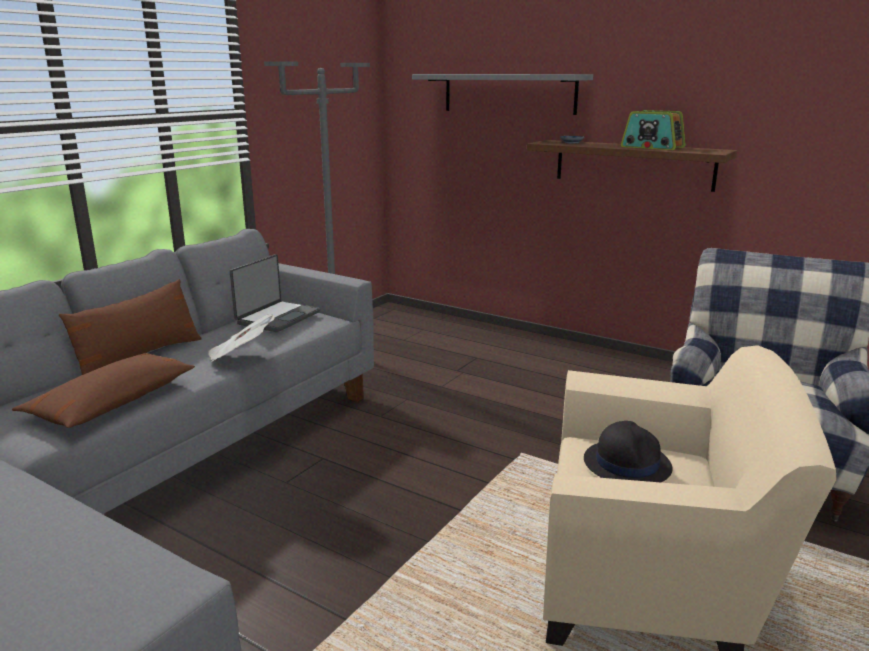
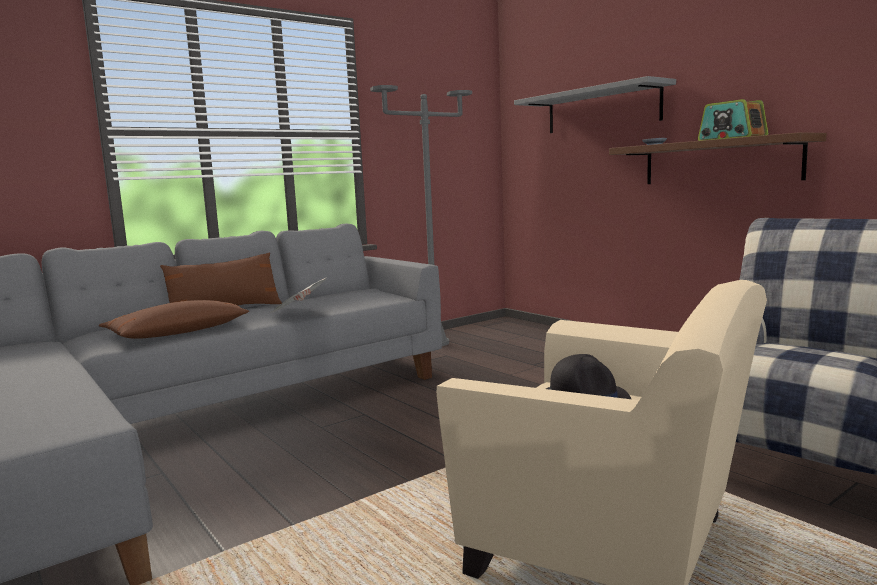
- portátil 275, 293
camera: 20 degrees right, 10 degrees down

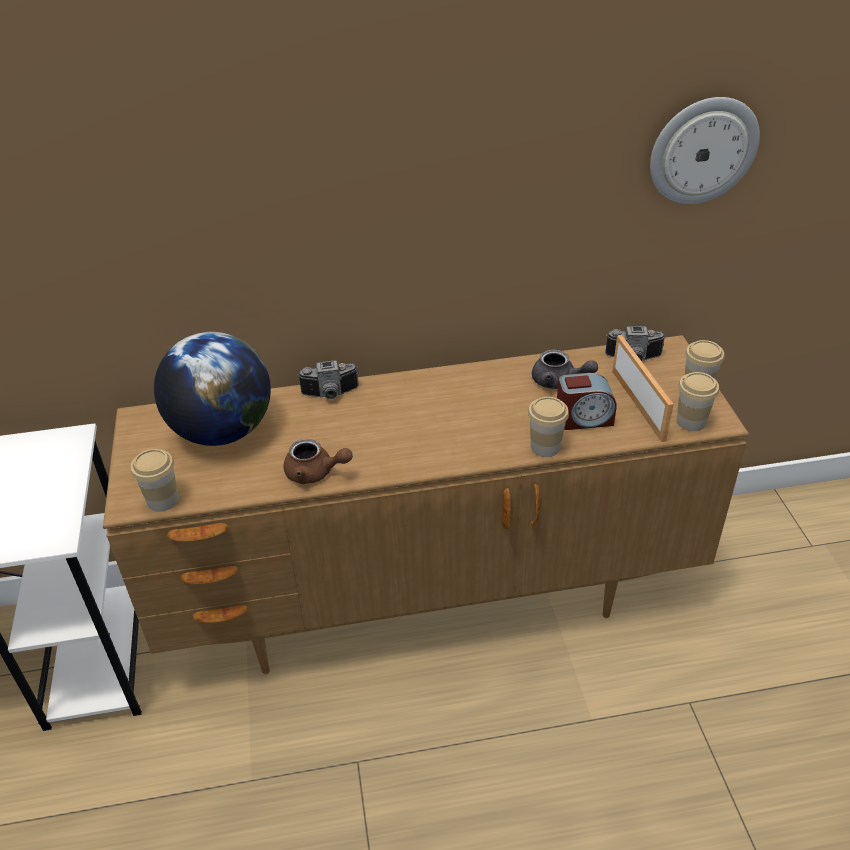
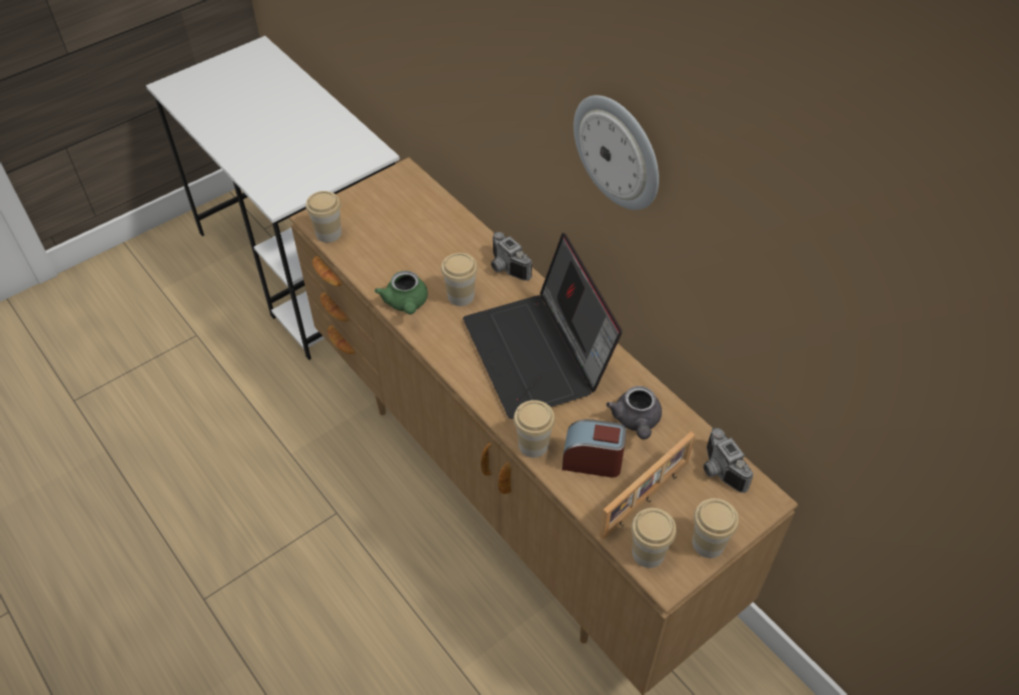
- globo terráqueo 212, 389
+ taza 459, 279
+ portátil 542, 326
~ reloj de pared 705, 150 to 616, 152
~ tetera/marrón 318, 461 to tetera/verde 401, 292
~ despertador 587, 401 = 594, 448 135 degrees clockwise
camera: 60 degrees right, 10 degrees up

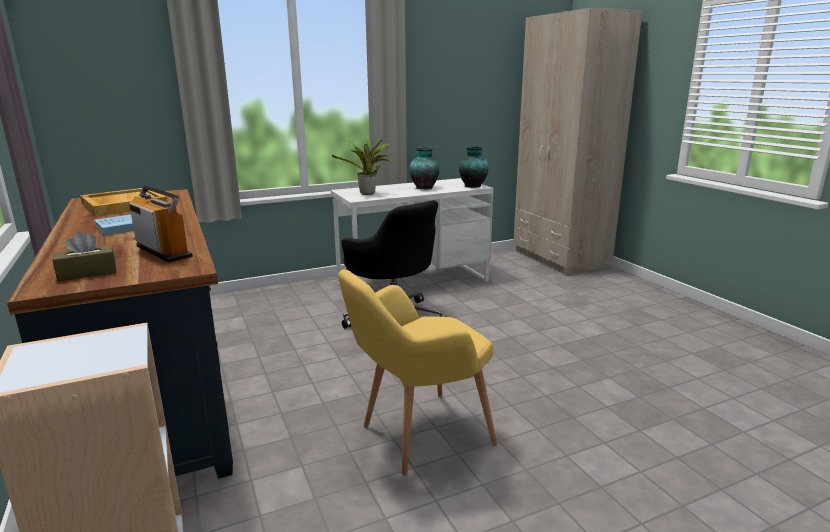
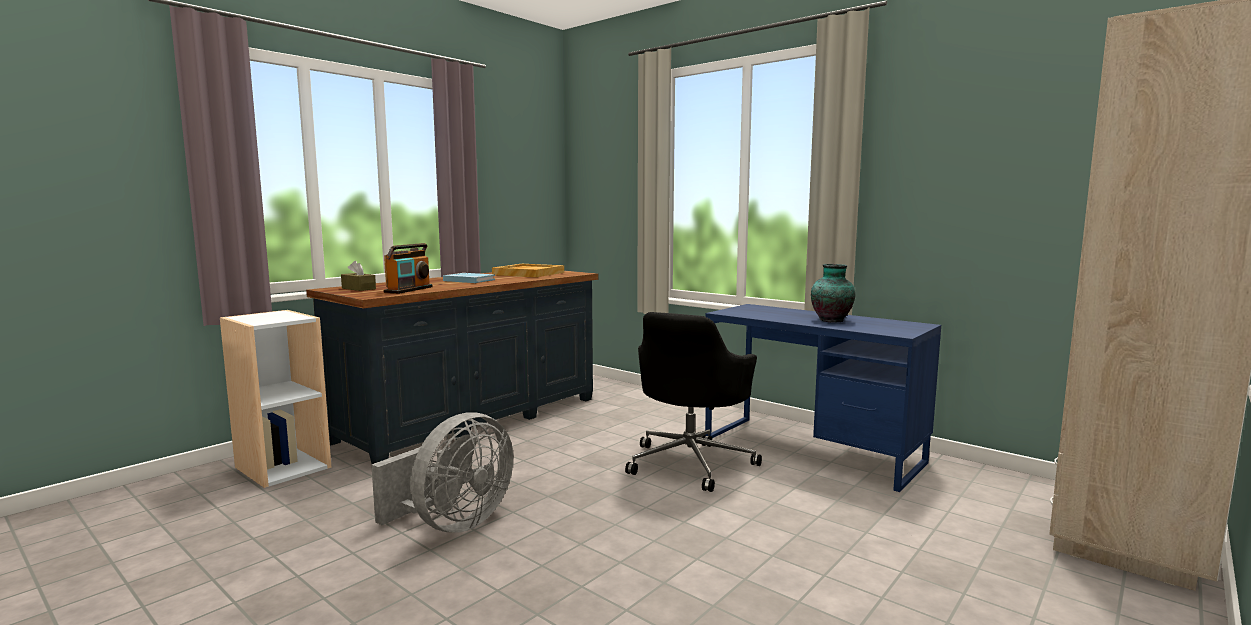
- planta en maceta 362, 167
- florero 474, 167
~ sillón/amarillo 417, 372 to ventilador/gris 442, 472
~ escritorio/blanco 412, 232 to escritorio/azul 823, 398
camera: 65 degrees right, 10 degrees down

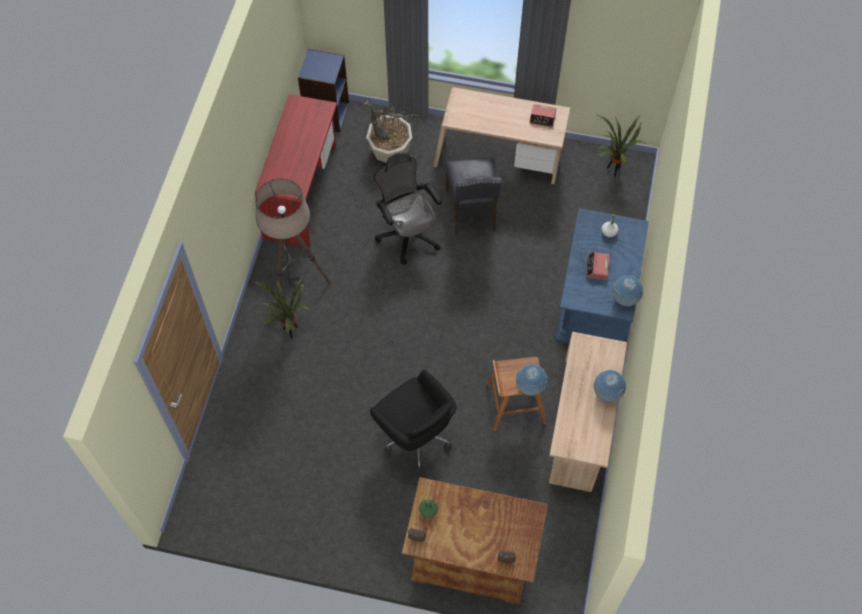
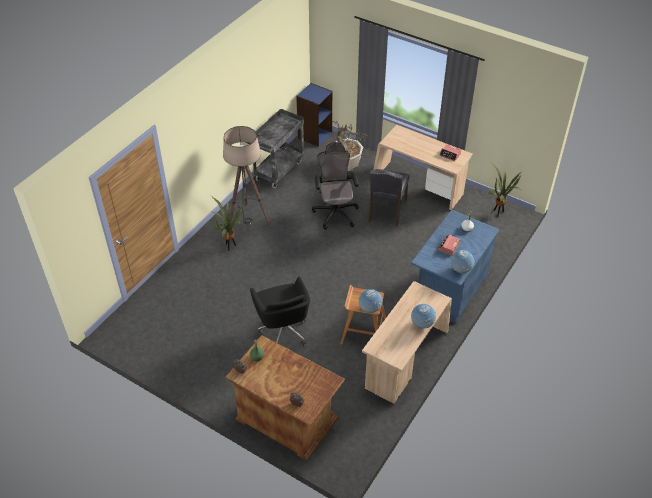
~ escritorio/rojo 296, 171 to carrito/gris 275, 148
camera: 20 degrees right, 15 degrees down

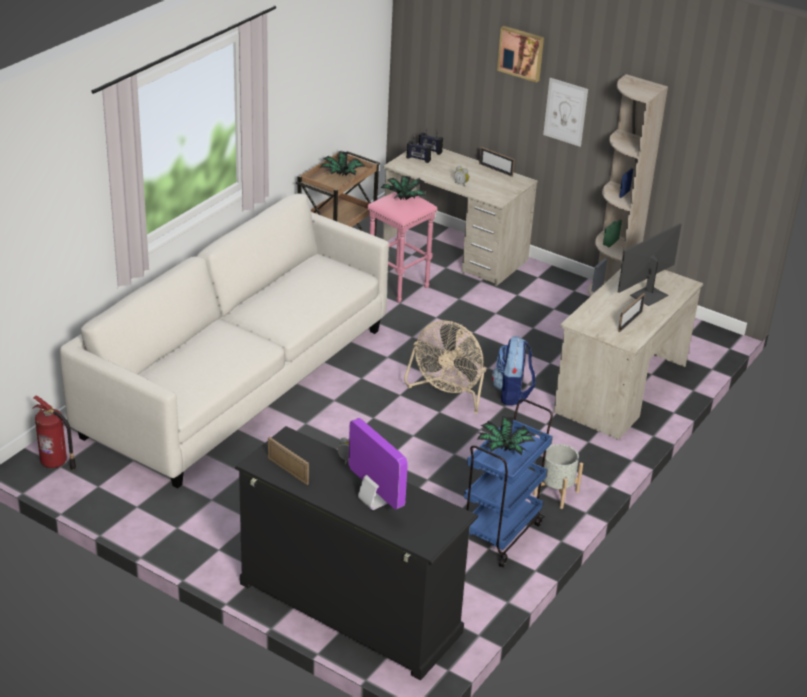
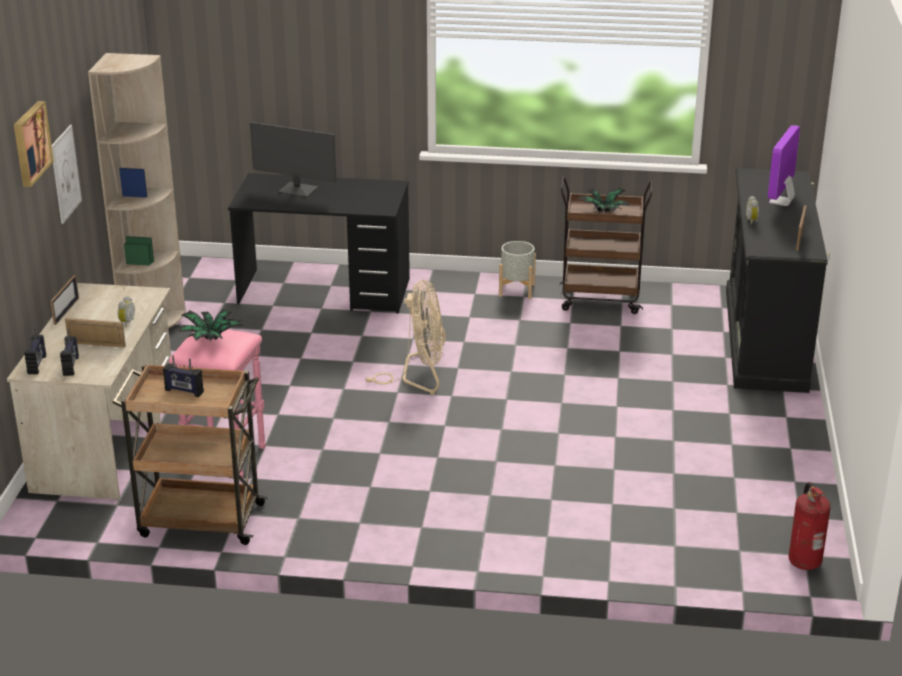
- sofá/blanco 224, 341
- mochila 513, 370
~ portarretratos 631, 312 to 95, 333
~ planta en maceta 343, 164 to radio 183, 376
~ carrito/azul 508, 483 to carrito/marrón 606, 245
~ escritorio/beis 628, 354 to escritorio/negro 319, 243
camera: 115 degrees left, 5 degrees down

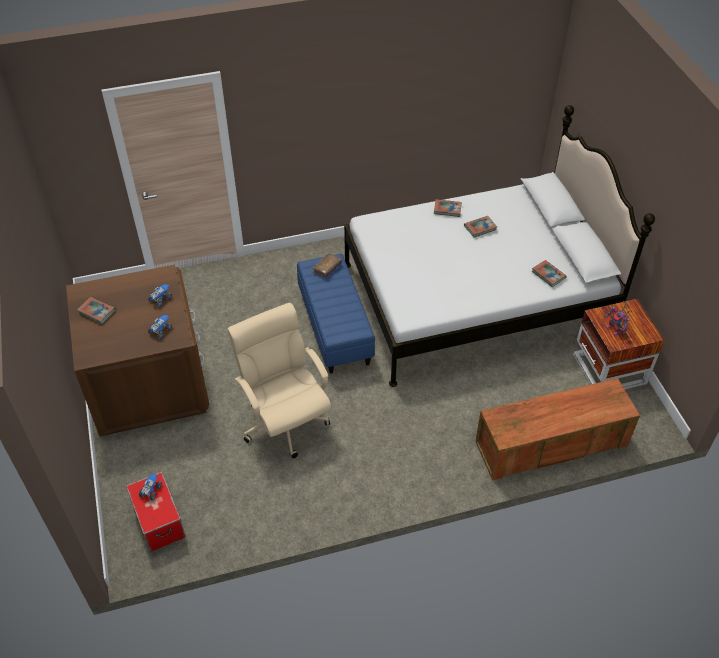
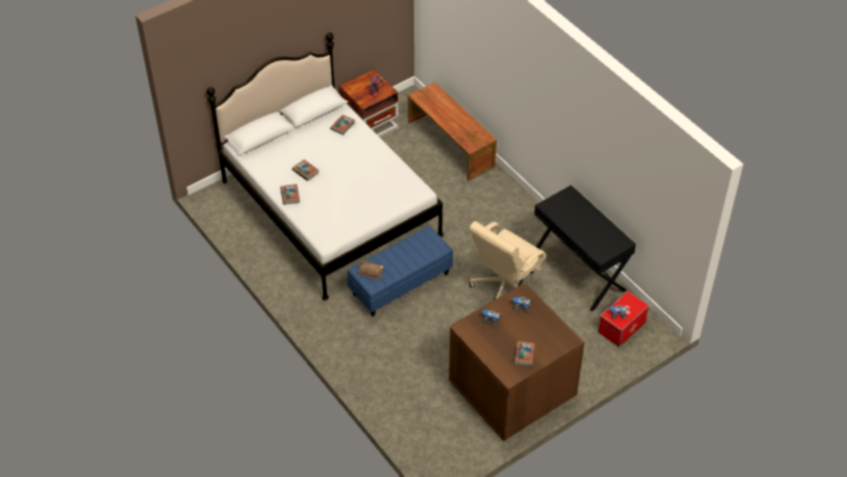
+ escritorio/negro 585, 248
camera: 110 degrees left, 0 degrees up

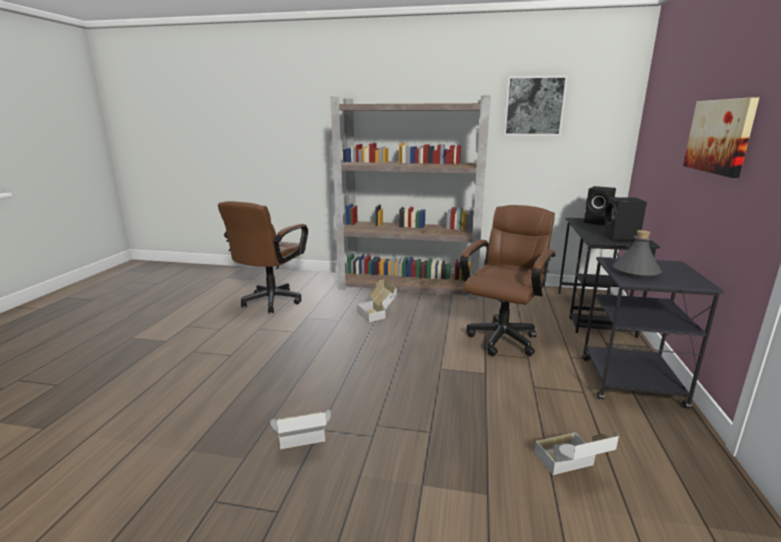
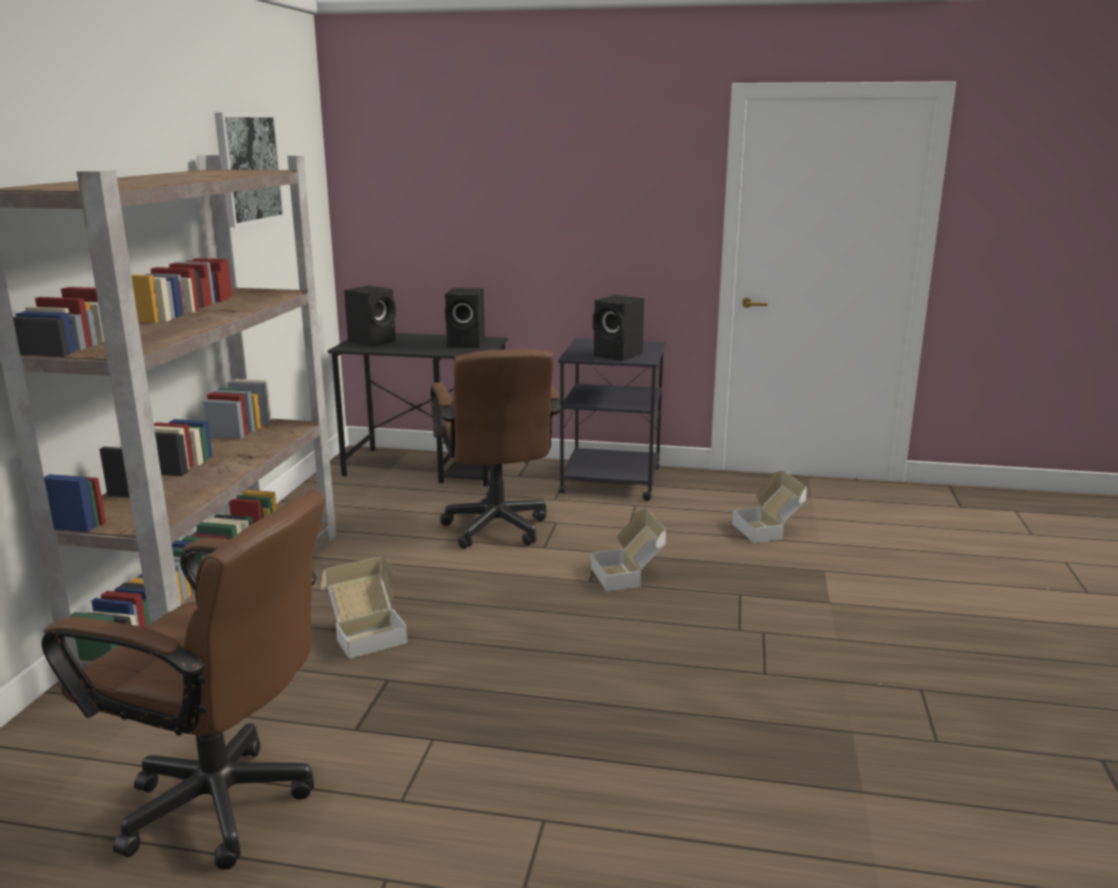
- cuadro 721, 137
~ caja de cartón 300, 429 to 628, 550
~ botella/gris 637, 254 to altavoz/negro 618, 328
~ silla de oficina/marrón 508, 280 = 496, 448 135 degrees counterclockwise
camera: 90 degrees left, 0 degrees up

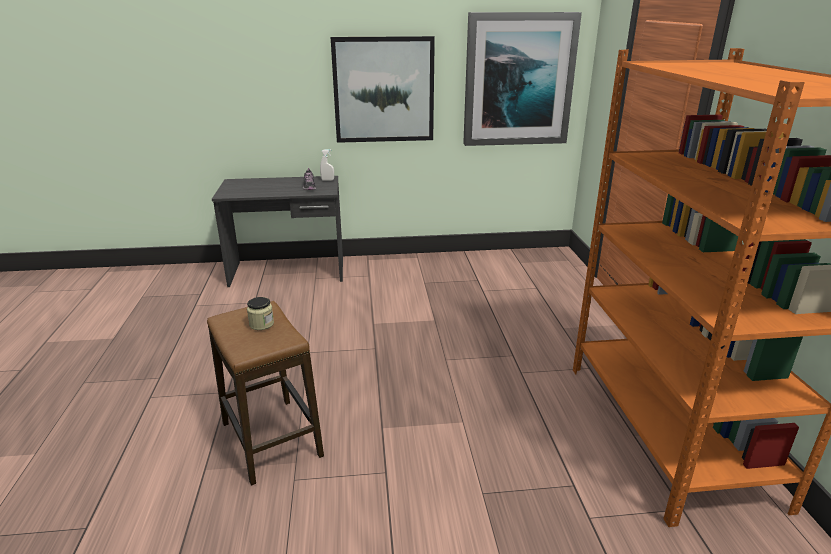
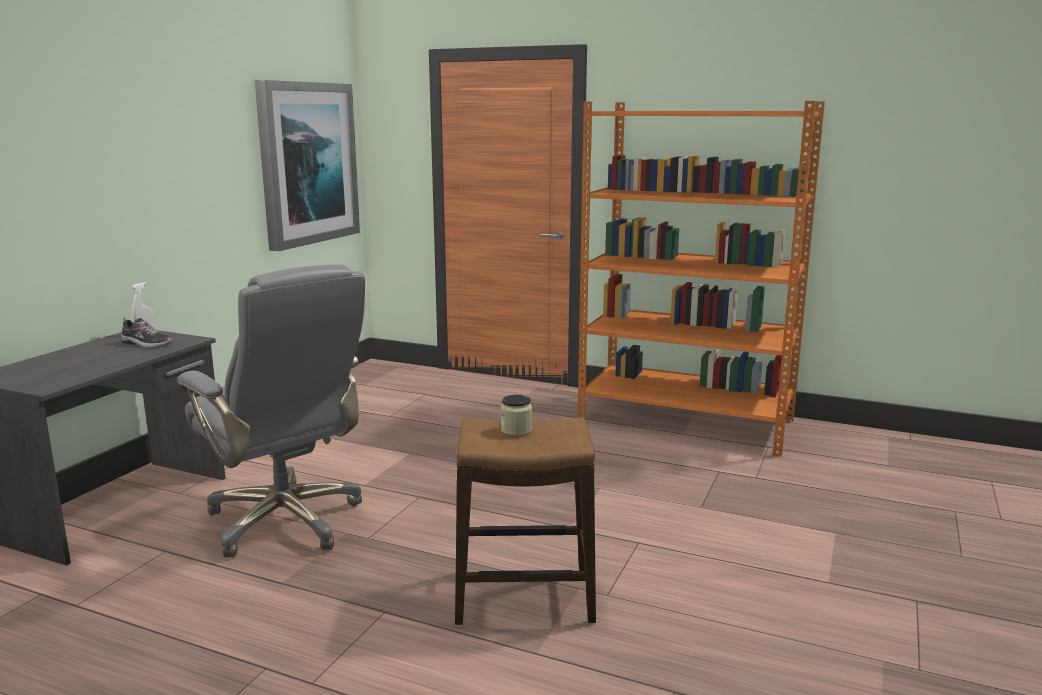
- cuadro 383, 89
+ silla de oficina/gris 271, 411
camera: 60 degrees left, 10 degrees down

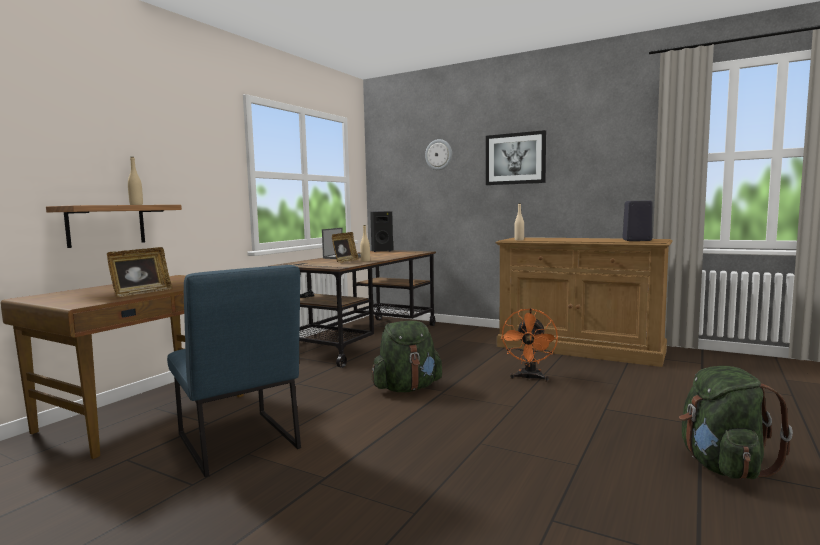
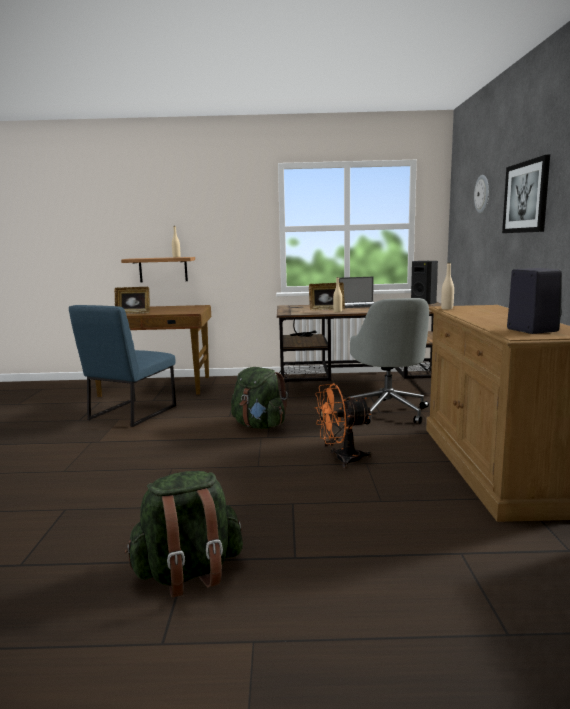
+ silla de oficina/gris 389, 361
camera: 60 degrees right, 5 degrees up

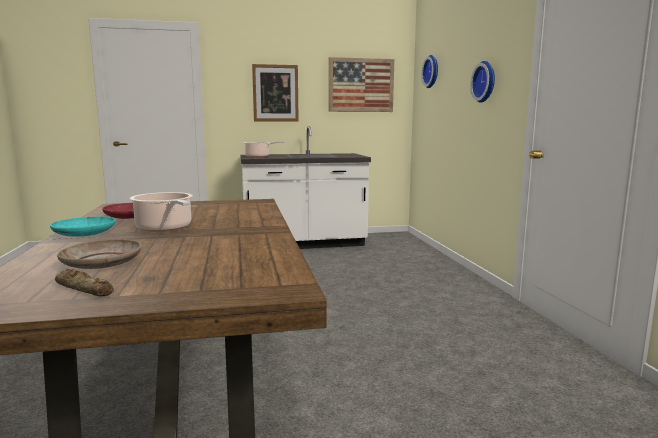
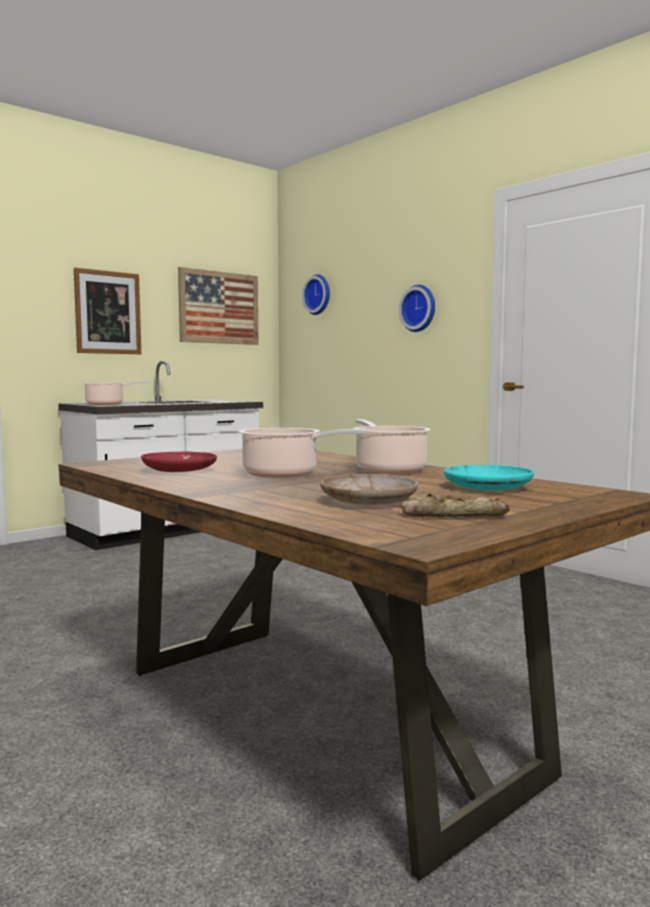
+ olla 392, 446
~ plato/turquesa 83, 226 to 489, 478
camera: 30 degrees left, 5 degrees down

